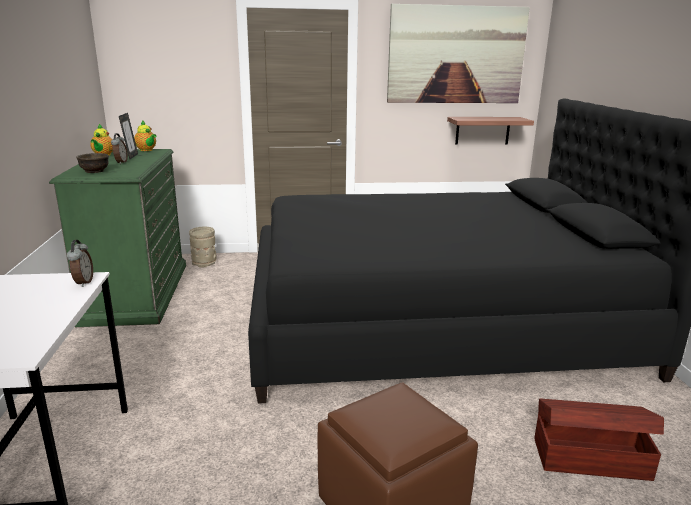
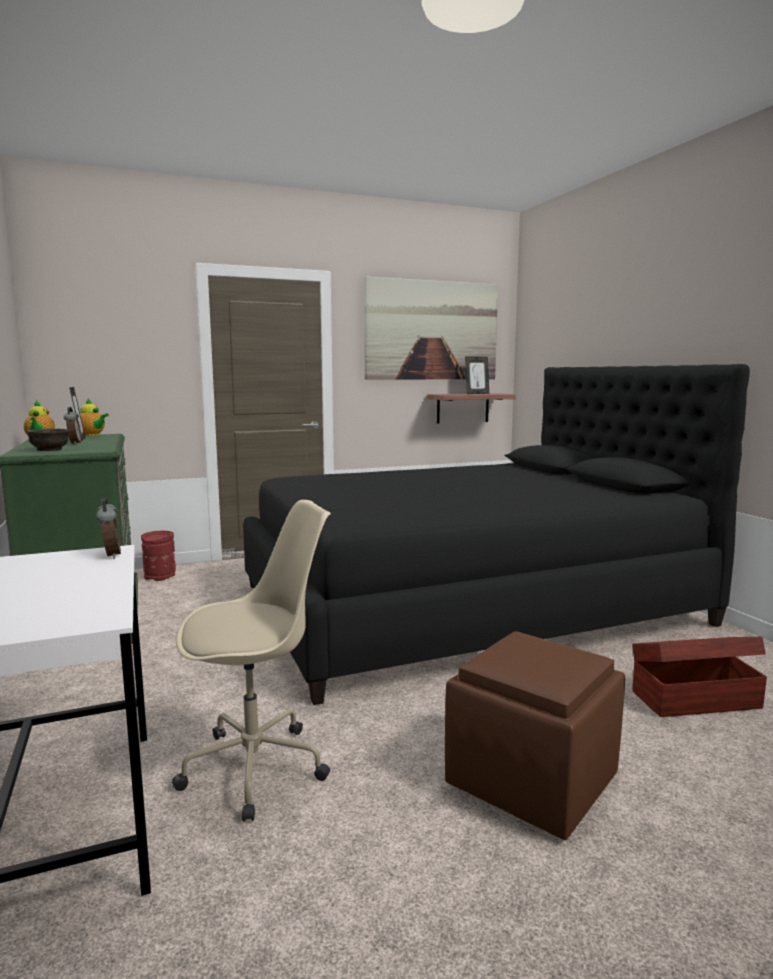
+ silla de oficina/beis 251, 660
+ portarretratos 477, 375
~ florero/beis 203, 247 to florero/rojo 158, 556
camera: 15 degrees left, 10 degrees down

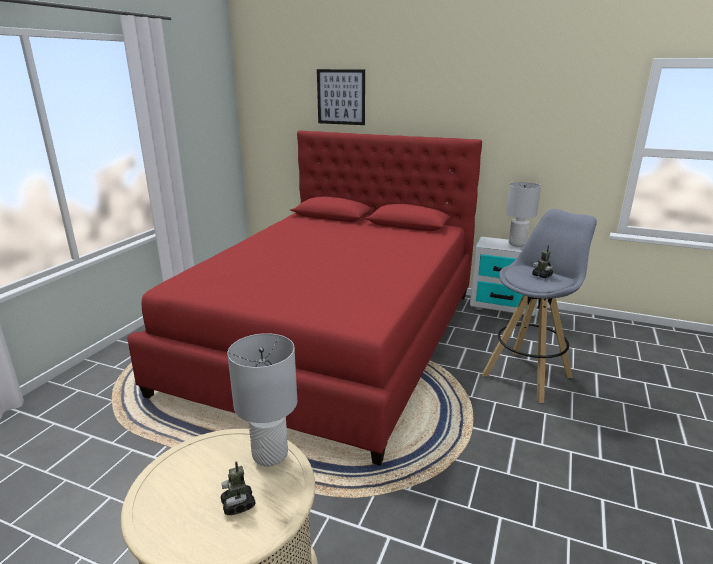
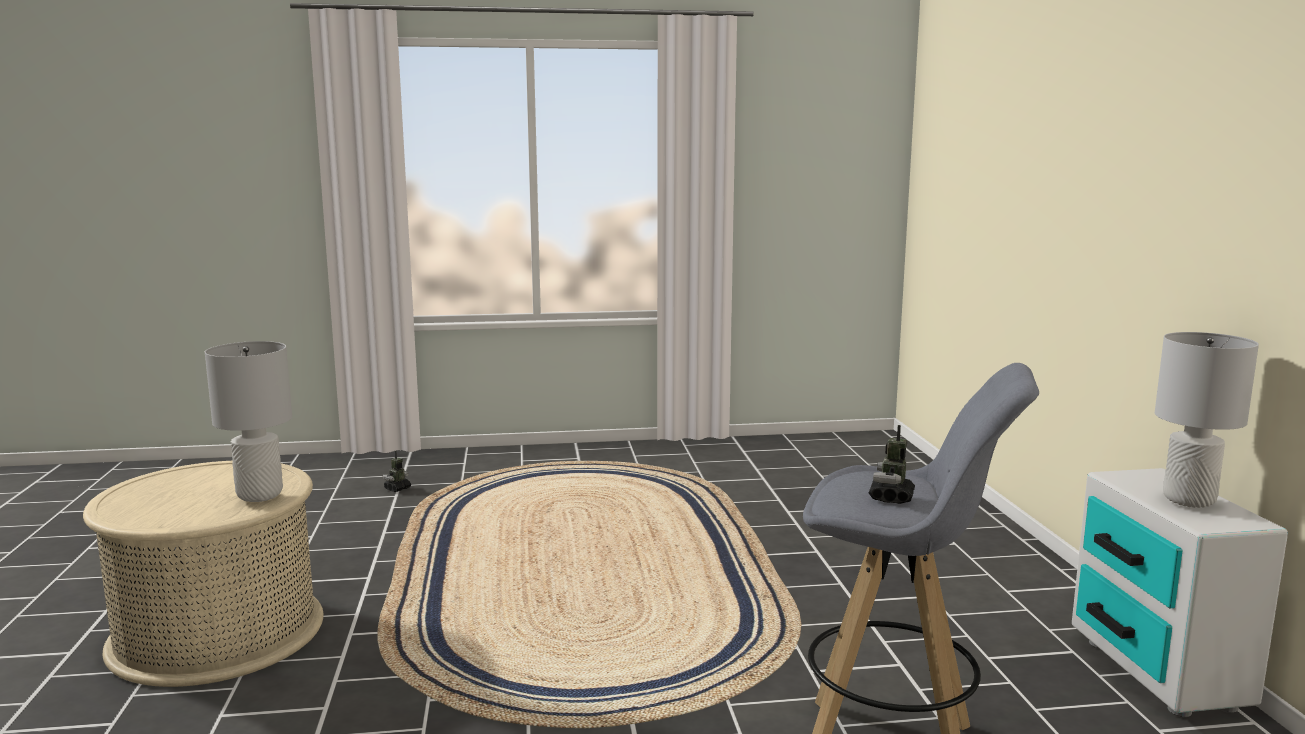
- cama/rojo 304, 298
- cuadro 341, 97
~ robot de juguete 238, 488 to 396, 471
camera: 60 degrees right, 10 degrees down

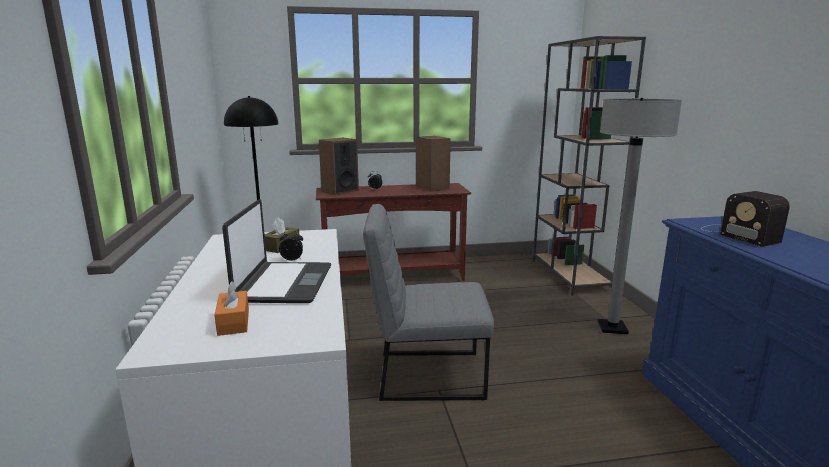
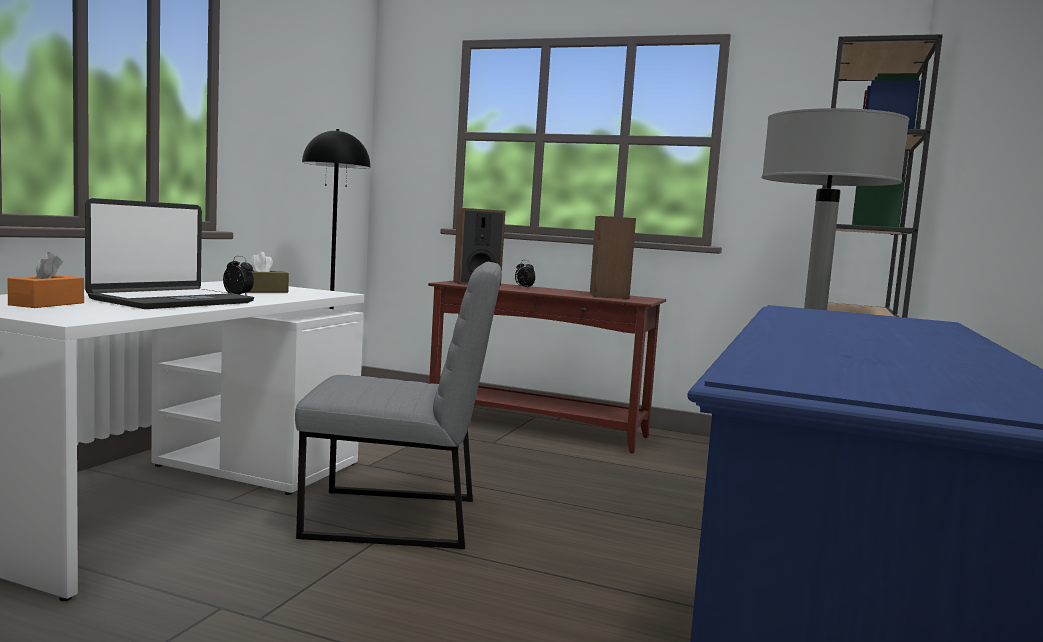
- radio 745, 219
~ silla/gris 428, 302 = 398, 405 150 degrees clockwise
camera: 30 degrees right, 10 degrees down

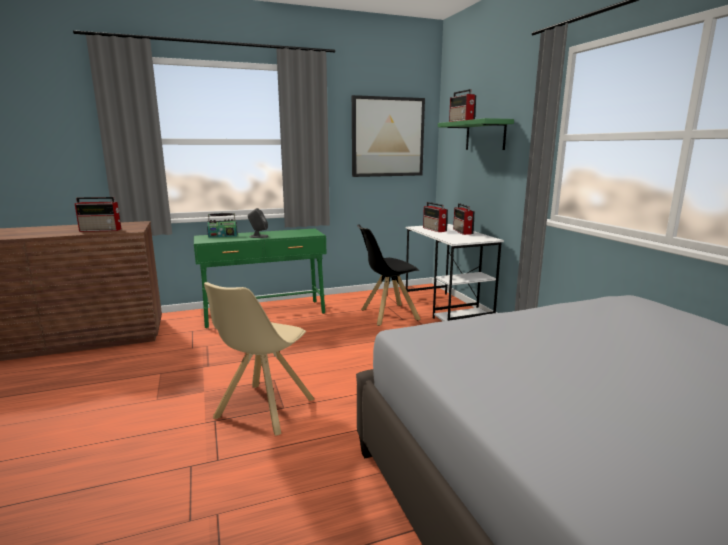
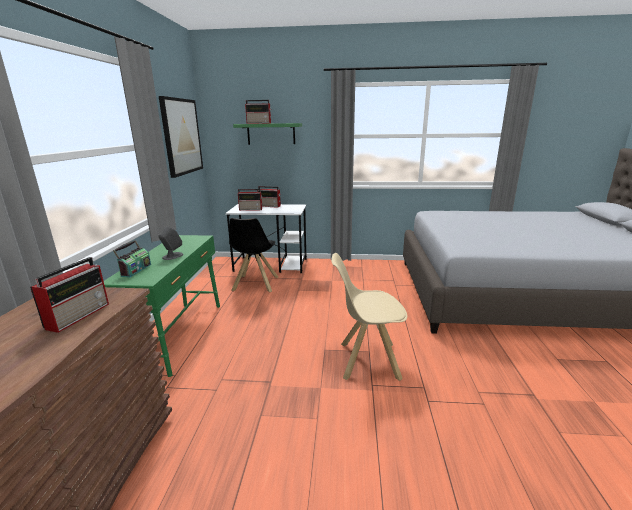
~ silla/beis 259, 359 = 369, 317 135 degrees clockwise
camera: 65 degrees left, 5 degrees up

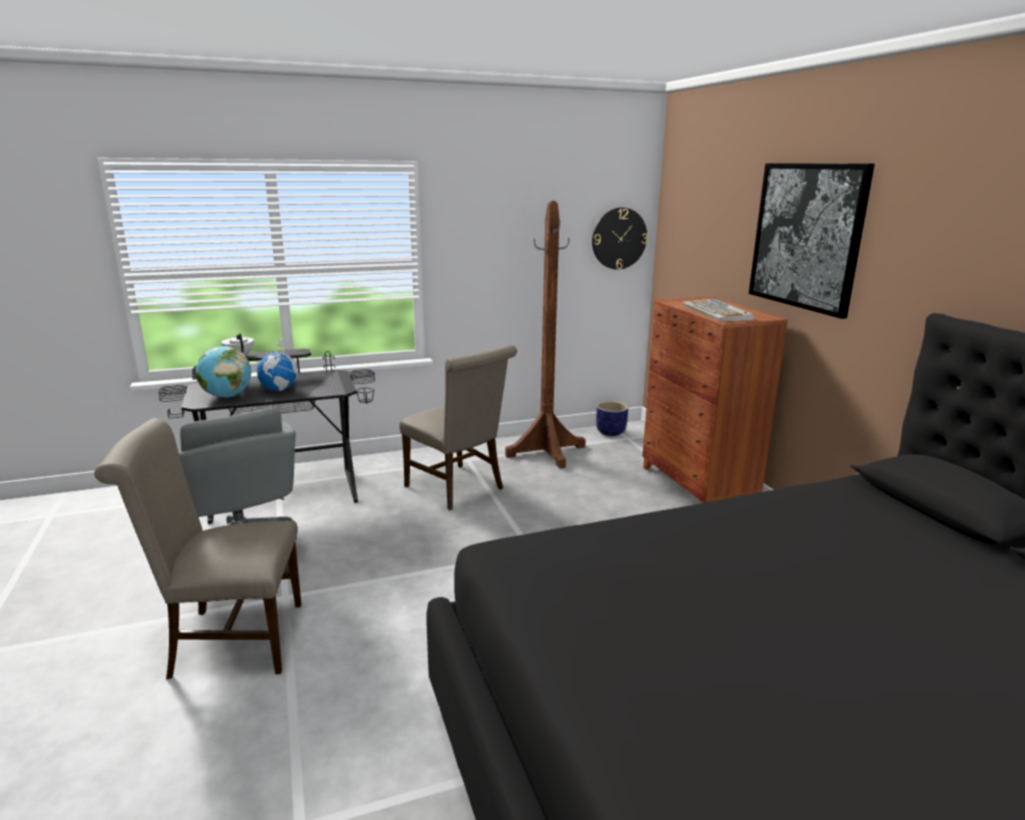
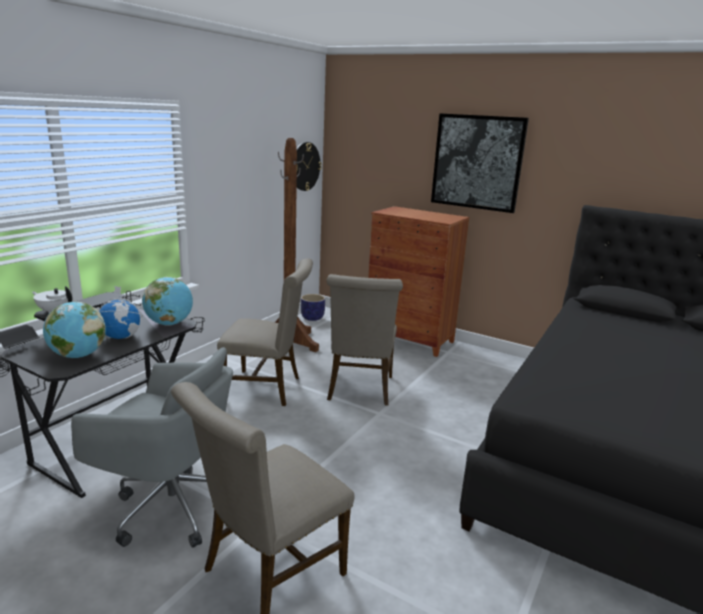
- teclado 718, 310
+ globo terráqueo 167, 301
+ silla/beis 364, 340
camera: 40 degrees left, 0 degrees up

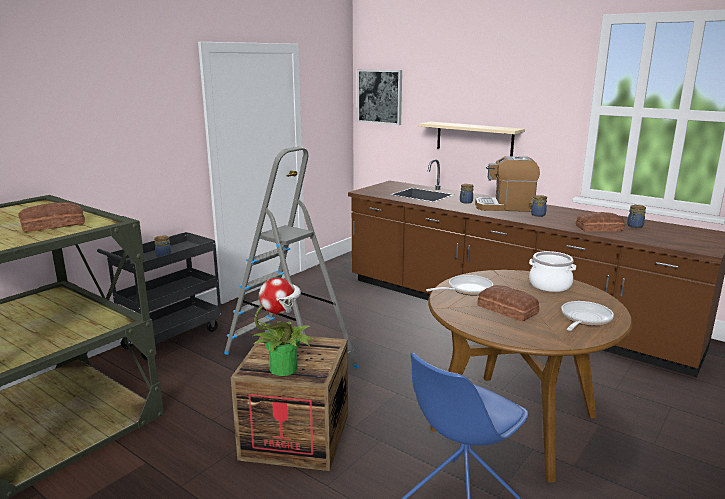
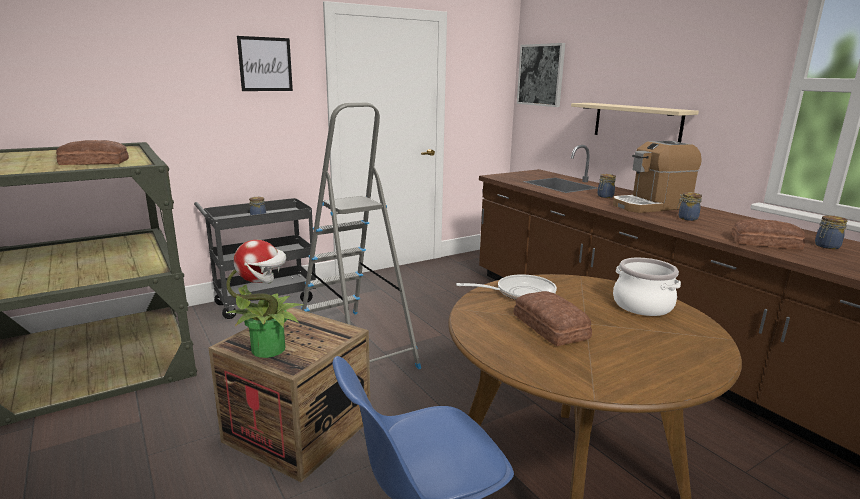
- sartén 587, 316
+ cuadro 265, 63
~ cafetera 507, 184 = 657, 177 45 degrees counterclockwise
camera: 20 degrees right, 0 degrees up

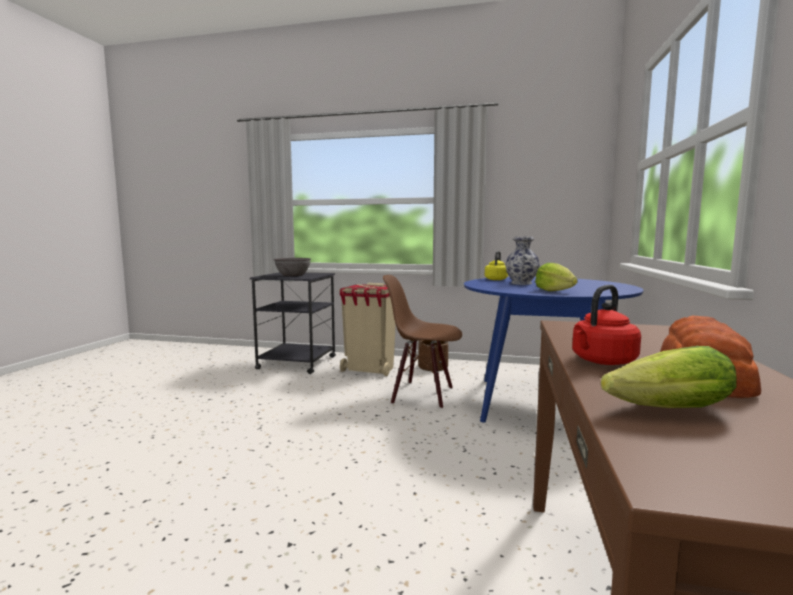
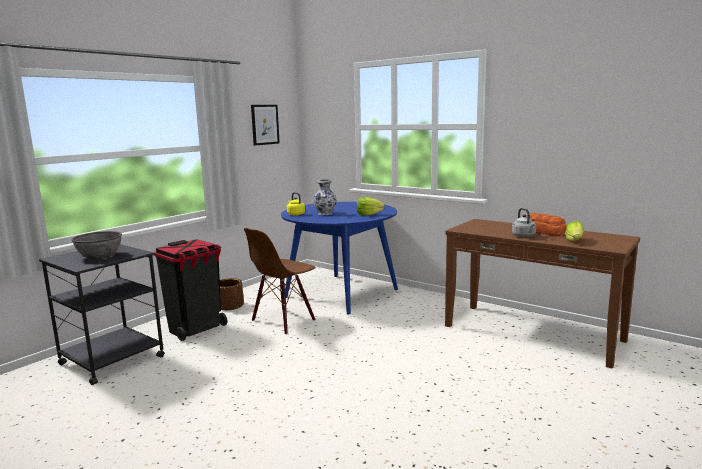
+ cuadro 265, 125
~ papelera/beis 367, 329 to papelera/negro 190, 290
~ hervidor/rojo 606, 325 to hervidor/gris 524, 222
camera: 65 degrees left, 5 degrees up

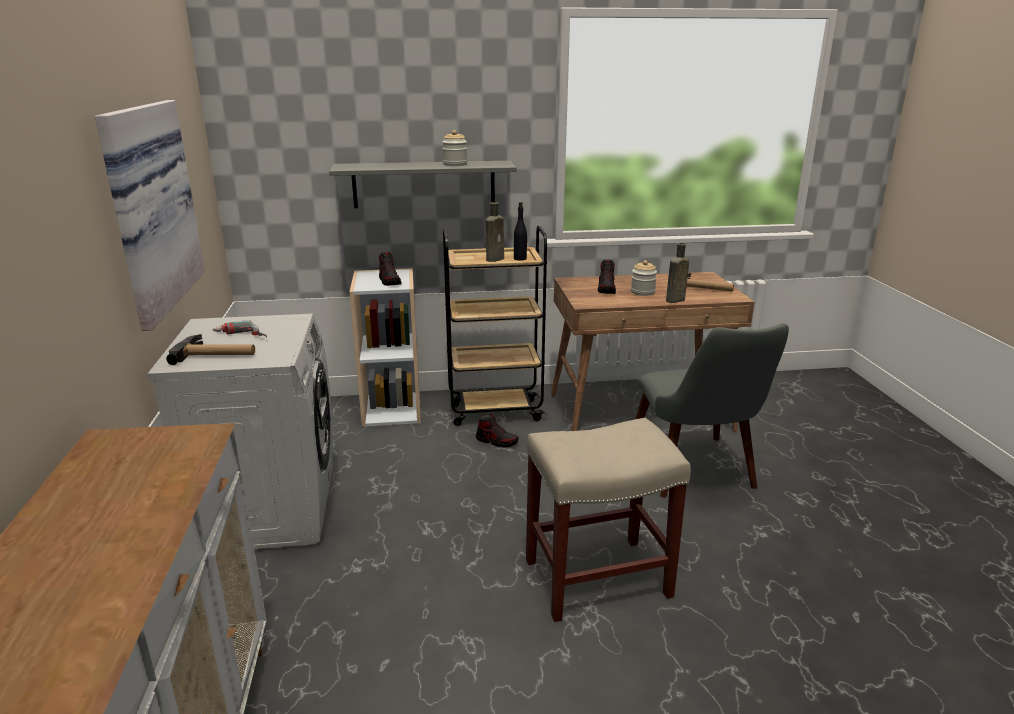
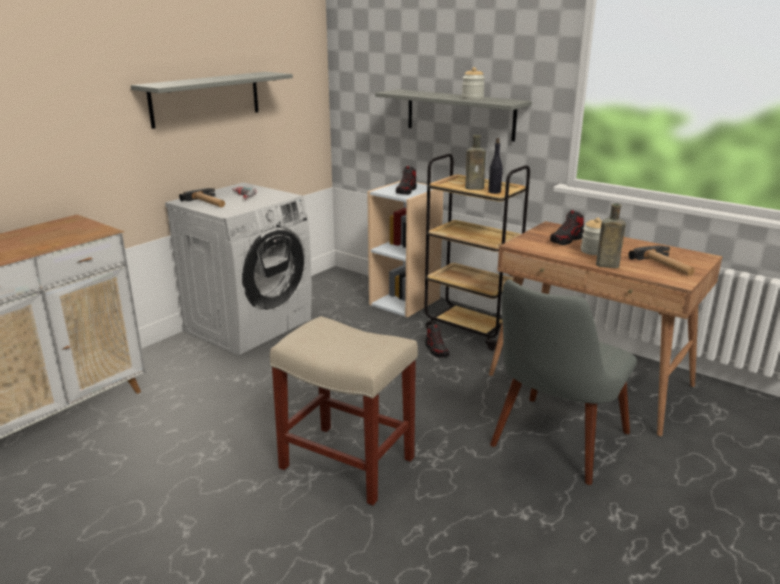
~ cuadro 150, 215 to estante/gris 212, 100
camera: 45 degrees right, 0 degrees up

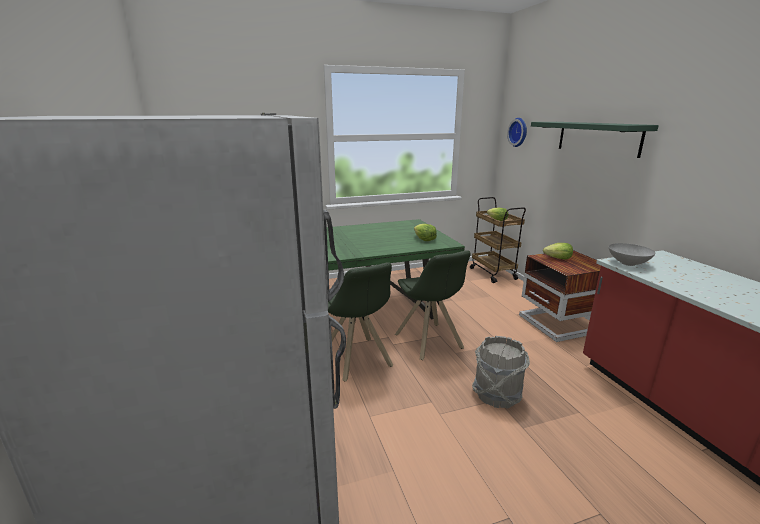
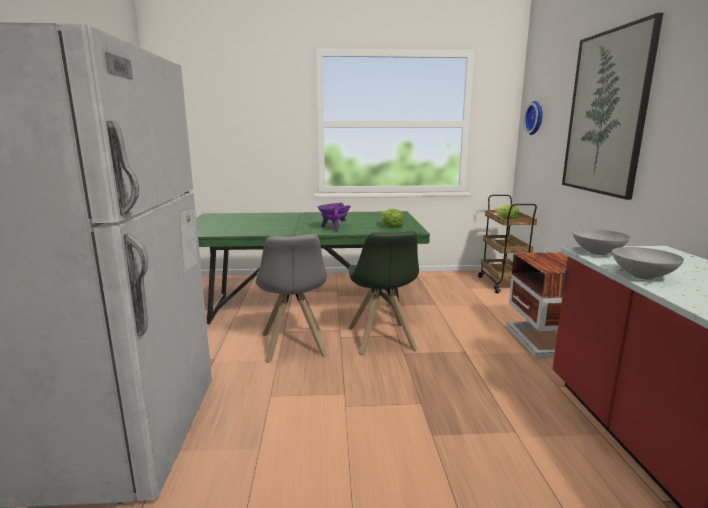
- cubo/gris 501, 372
- lechuga 558, 251
+ olla/morado 334, 217
+ cuenco/gris 648, 263
~ estante/verde 595, 140 to cuadro 612, 106
~ silla/verde 360, 322 to silla/gris 291, 298
camera: 15 degrees right, 5 degrees down

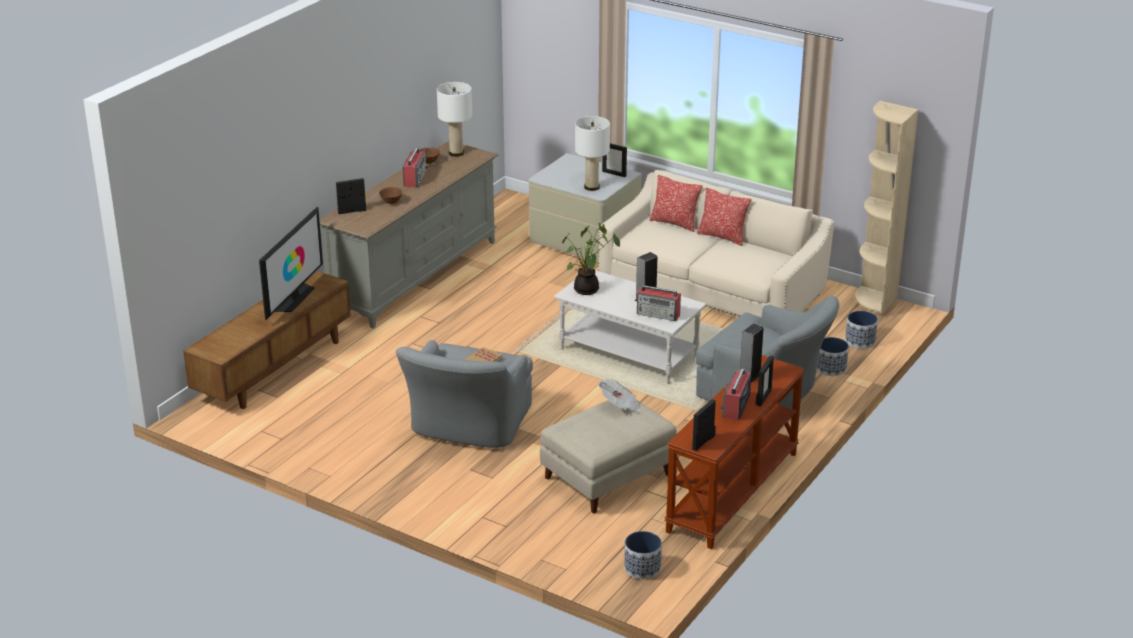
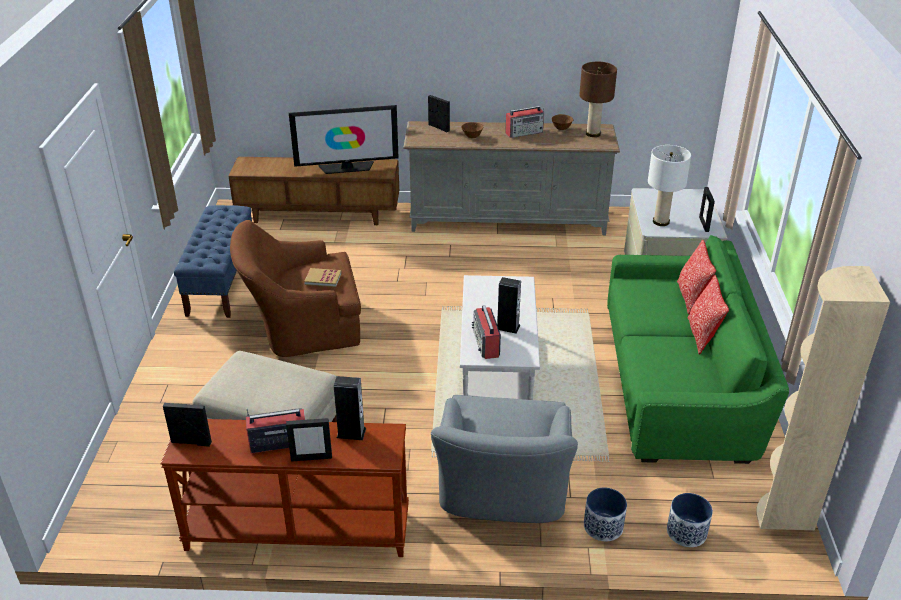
- planta en maceta 591, 259
- periódico 619, 395
- maceta 643, 555
+ banco/azul 213, 261
~ sillón/gris 464, 394 to sillón/marrón 295, 288
~ lámpara de mesa/blanco 454, 119 to lámpara de mesa/marrón 598, 99
~ sofá/beis 716, 243 to sofá/verde 698, 349
camera: 60 degrees right, 5 degrees up

